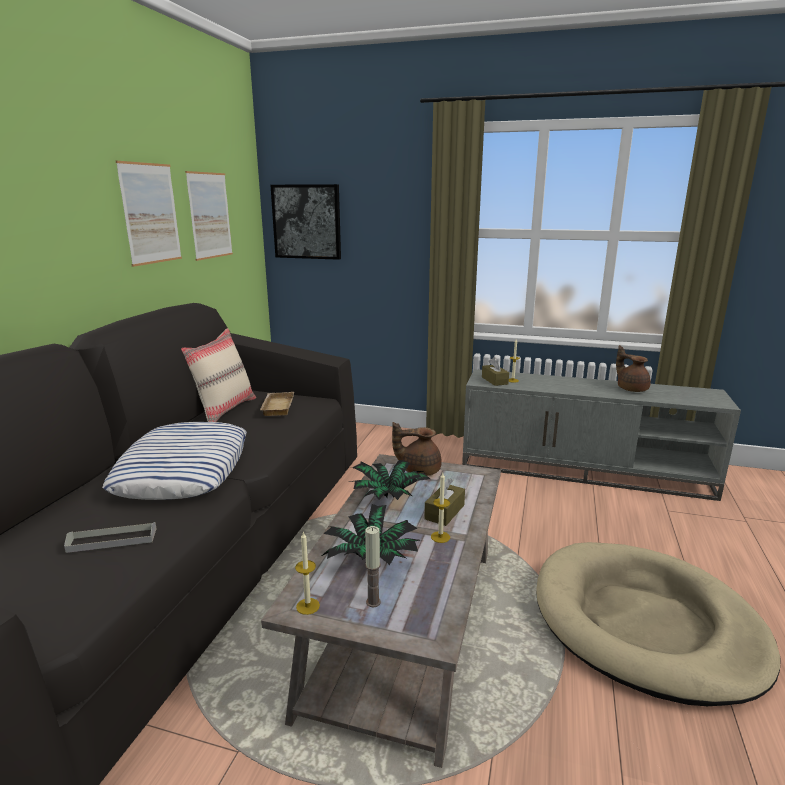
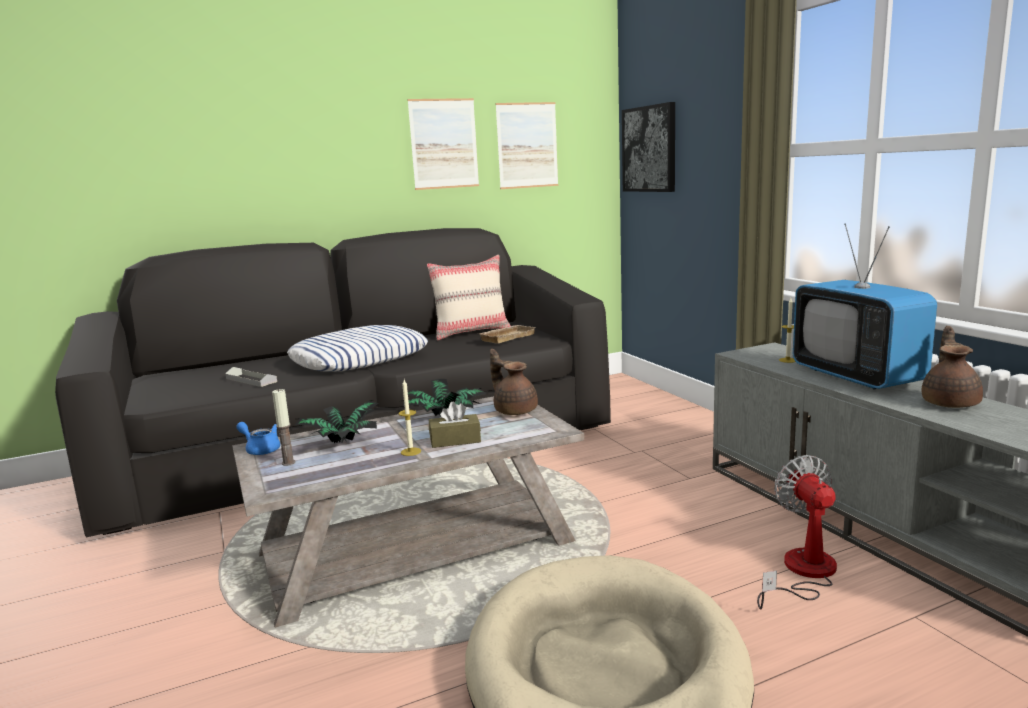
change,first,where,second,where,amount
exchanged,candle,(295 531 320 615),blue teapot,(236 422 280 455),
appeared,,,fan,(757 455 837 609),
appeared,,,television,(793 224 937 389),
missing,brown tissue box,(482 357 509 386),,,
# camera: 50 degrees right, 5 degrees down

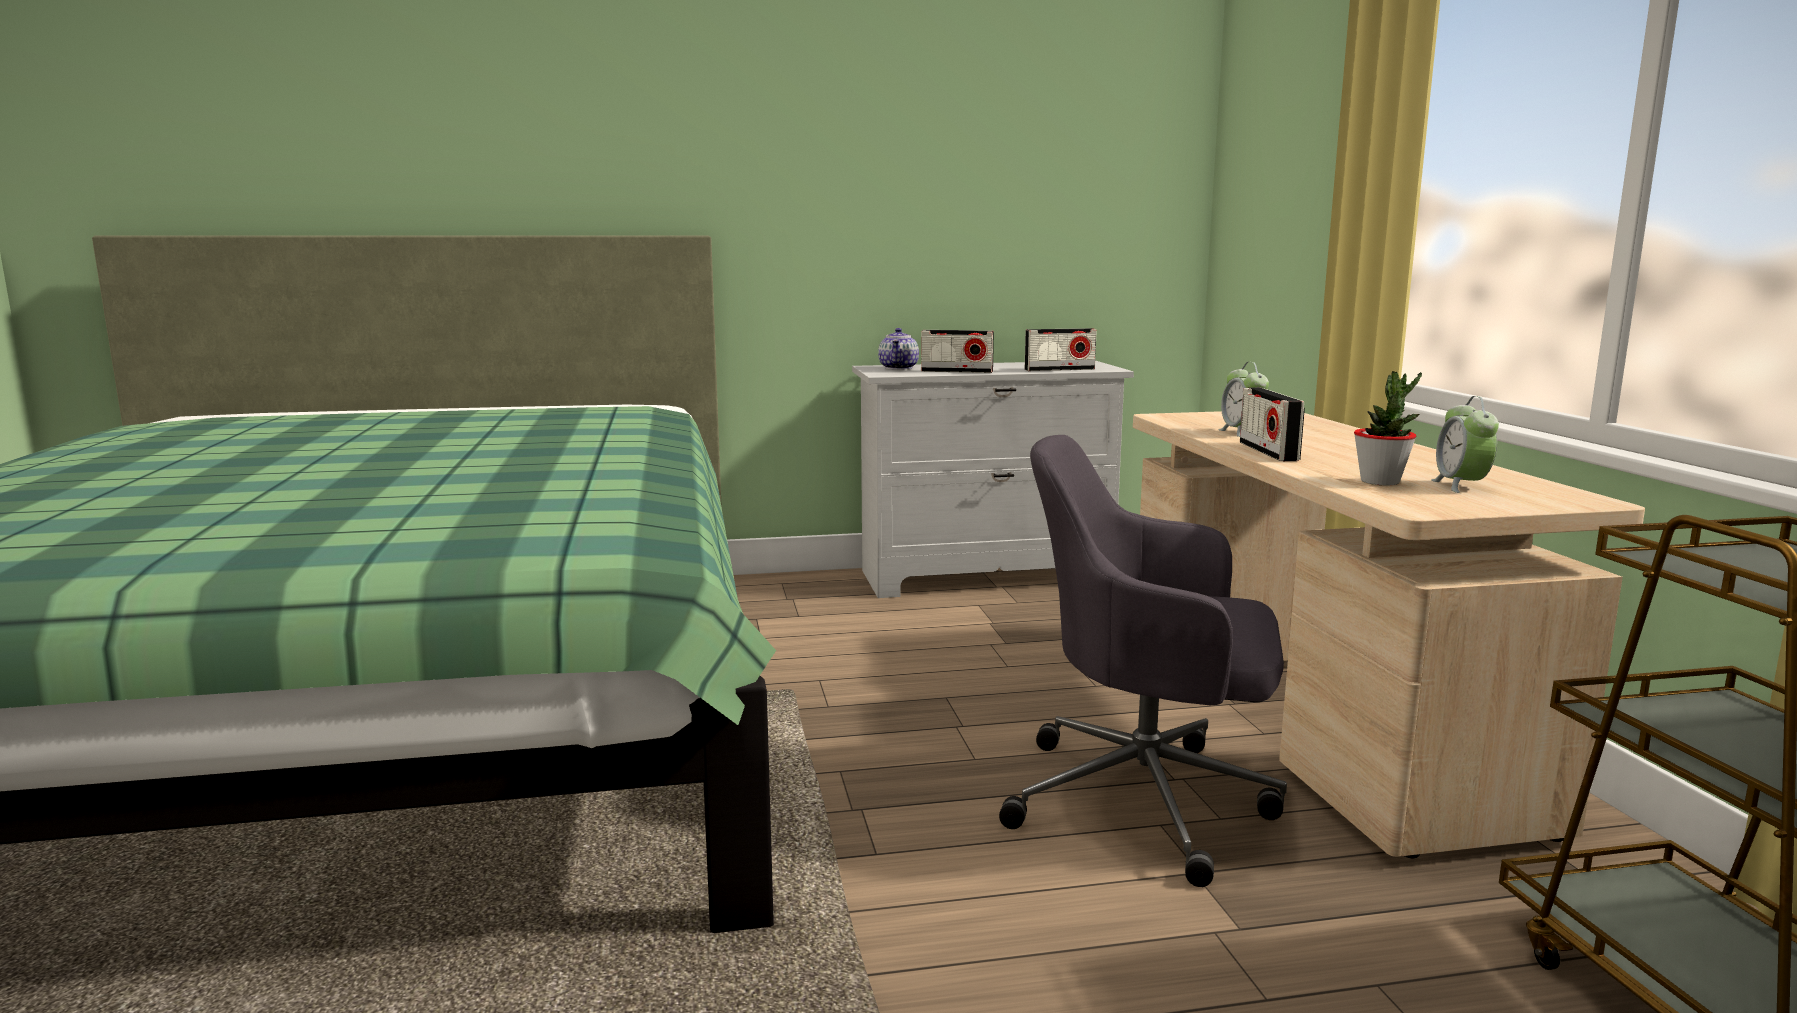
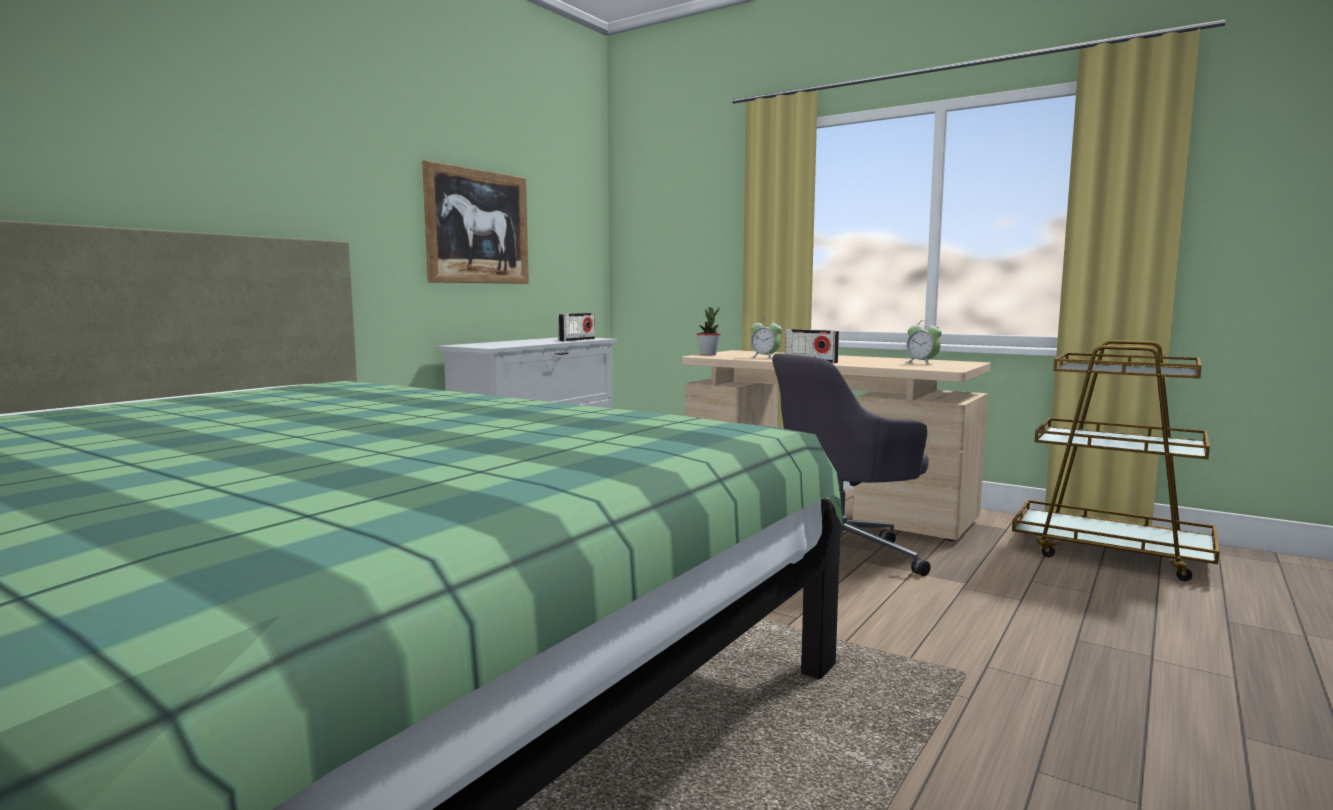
change,first,where,second,where,amount
appeared,,,picture,(422 160 529 284),
relocated,potted plant,(1354 371 1422 485),,(697 307 721 355),
missing,teapot,(878 328 919 370),,,
missing,radio,(921 330 994 373),,,
# camera: 45 degrees left, 5 degrees down

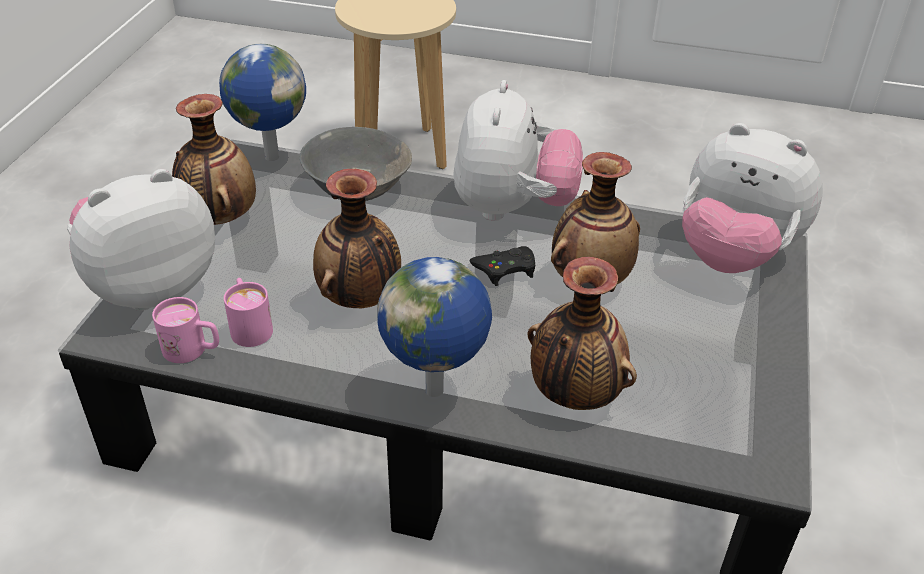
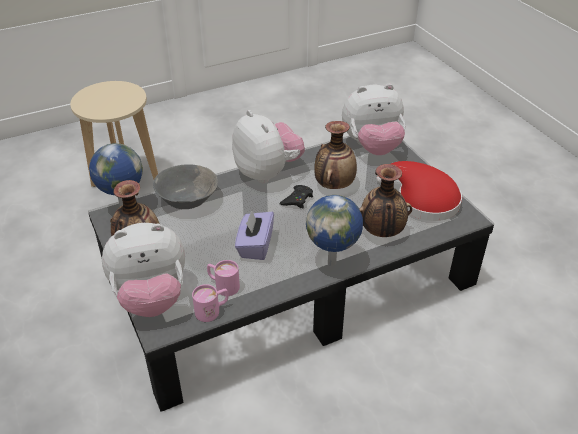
change,first,where,second,where,amount
spun,plush toy,(67 169 215 311),,(102 223 185 317),120 degrees counterclockwise
exchanged,vase,(313 169 401 308),purple tissue box,(235 210 274 260),
appeared,,,red hat,(376 161 462 221),
# camera: 40 degrees left, 0 degrees up

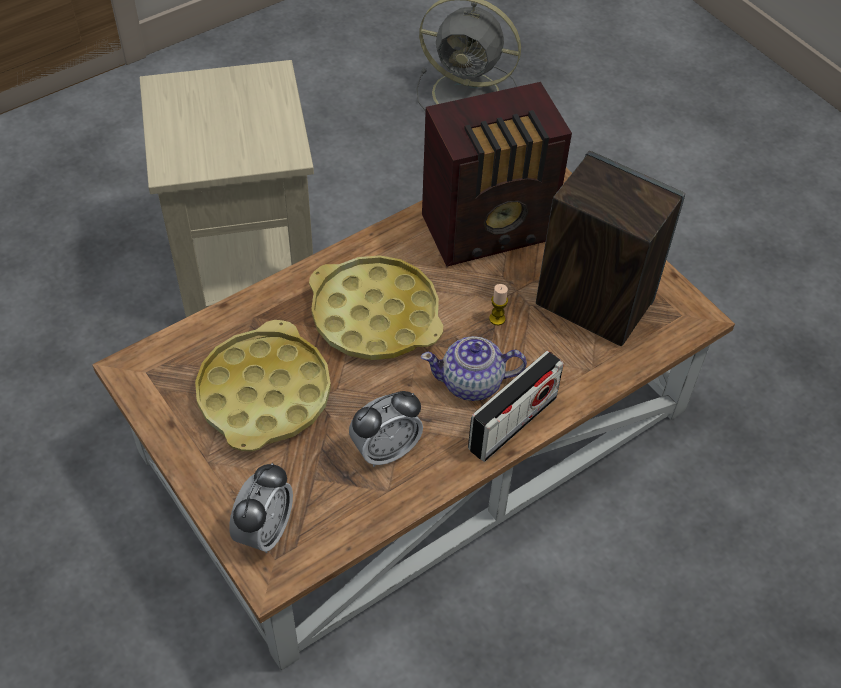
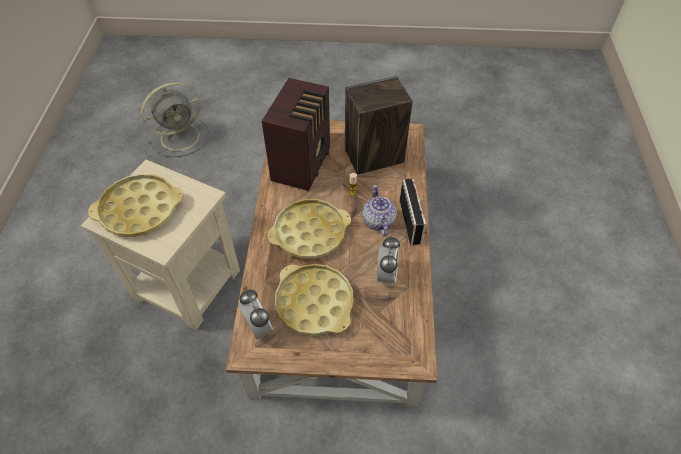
change,first,where,second,where,amount
appeared,,,yellow tray,(88 174 183 237),
relocated,alarm clock,(229 463 293 553),,(238 290 273 339),
spun,teapot,(421 336 527 401),,(362 185 397 237),135 degrees clockwise
# camera: 50 degrees left, 0 degrees up

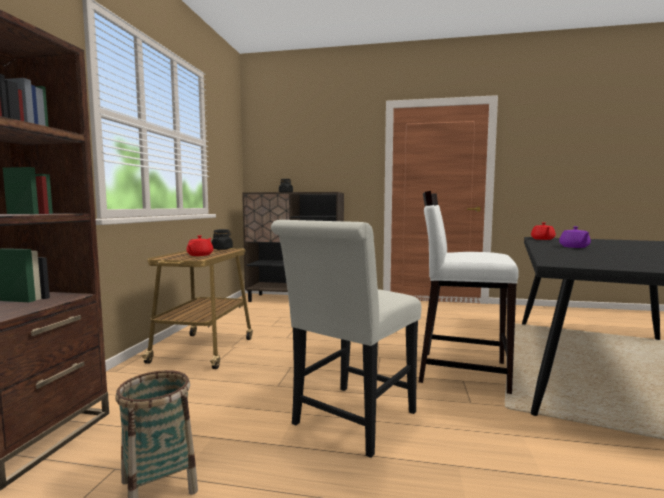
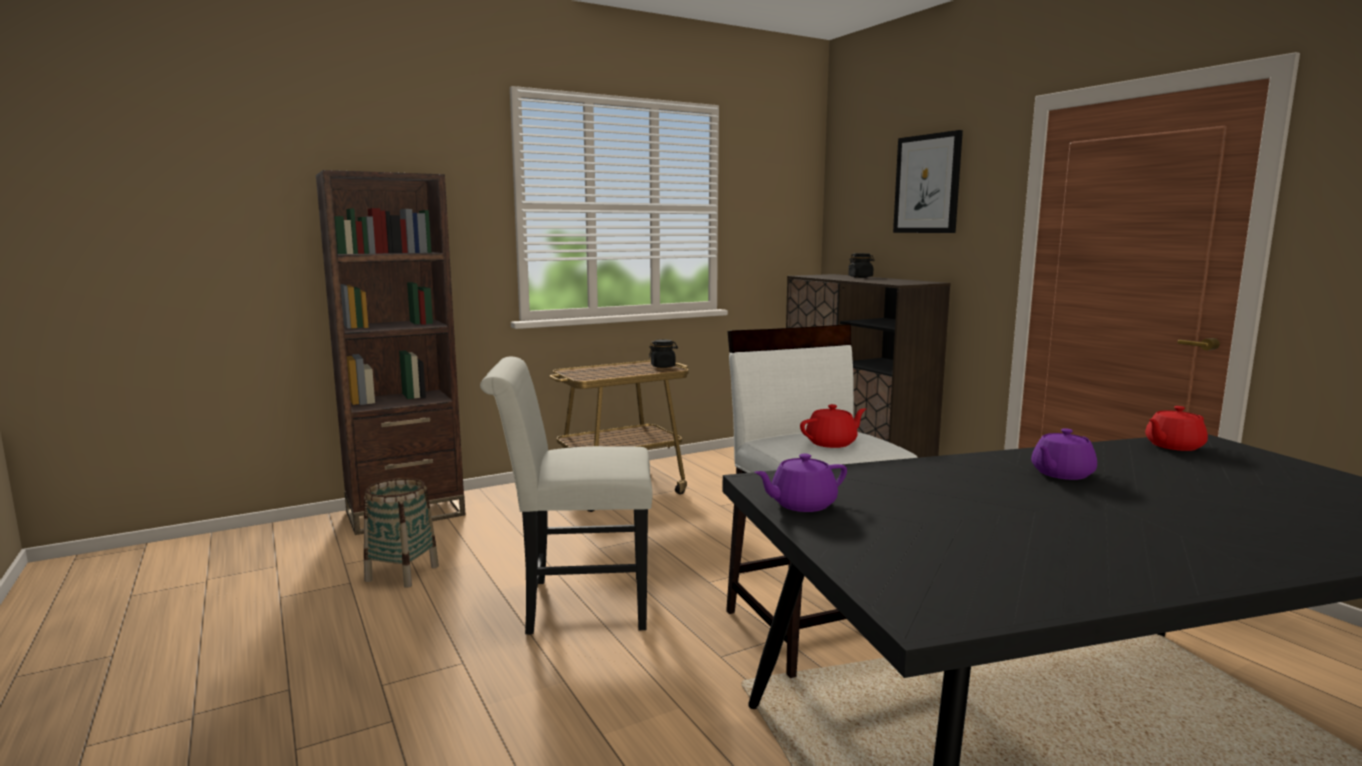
change,first,where,second,where,amount
appeared,,,purple teapot,(754 453 847 512),
relocated,red teapot,(187 235 213 256),,(800 404 866 448),
appeared,,,picture,(893 130 963 233),
# camera: 50 degrees right, 5 degrees up

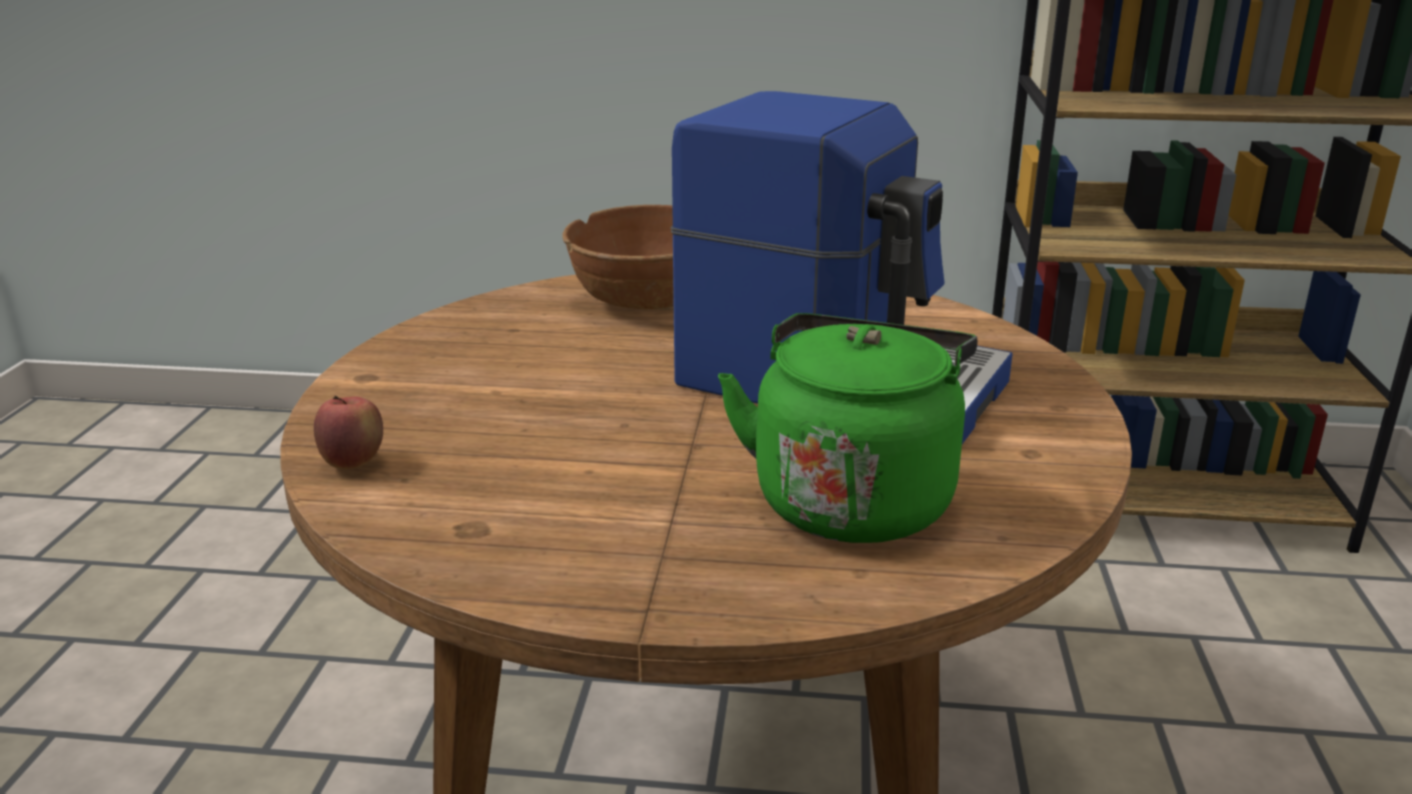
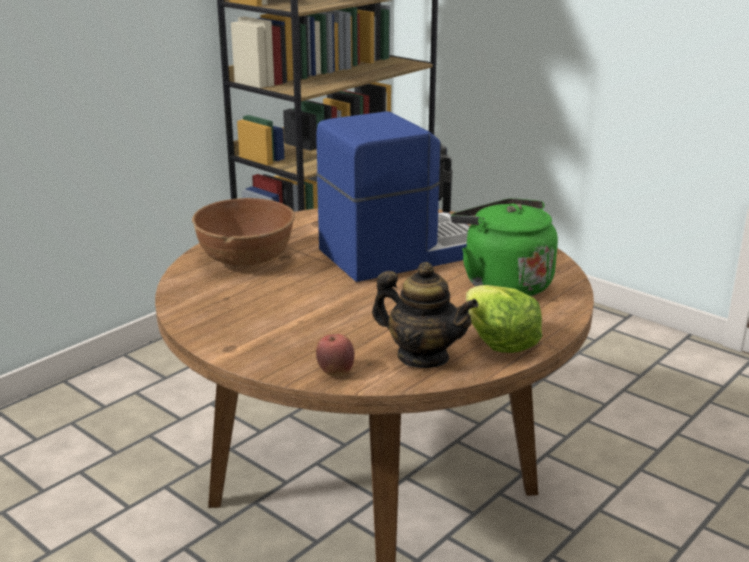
change,first,where,second,where,amount
appeared,,,teapot,(372 262 479 368),
appeared,,,lettuce,(466 285 542 353),
# camera: 55 degrees left, 0 degrees up

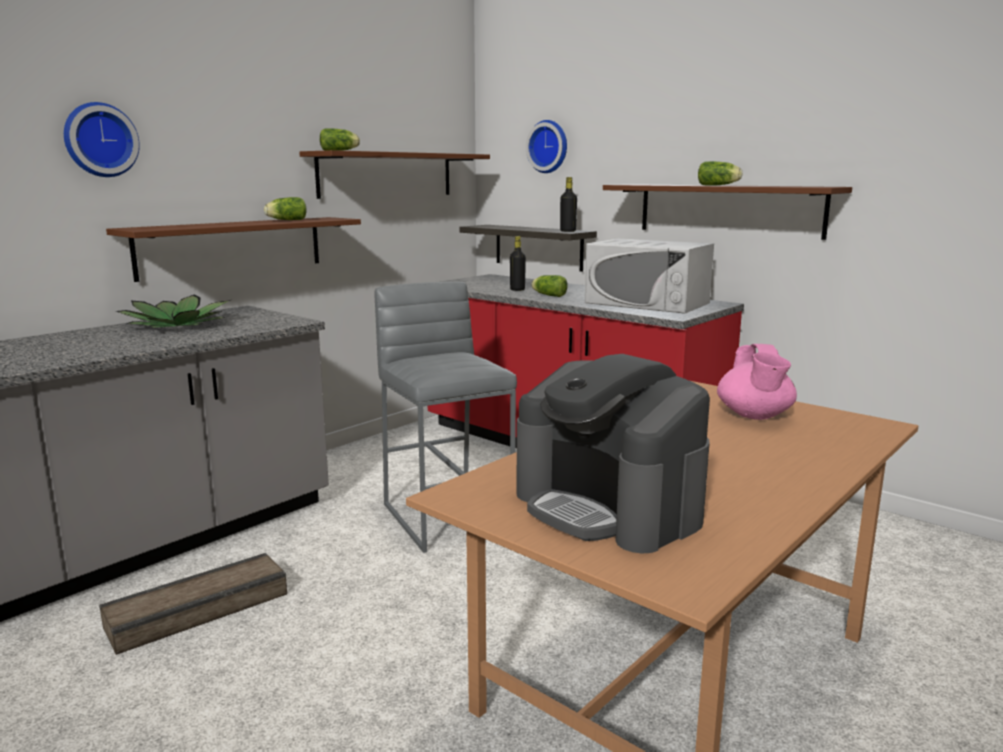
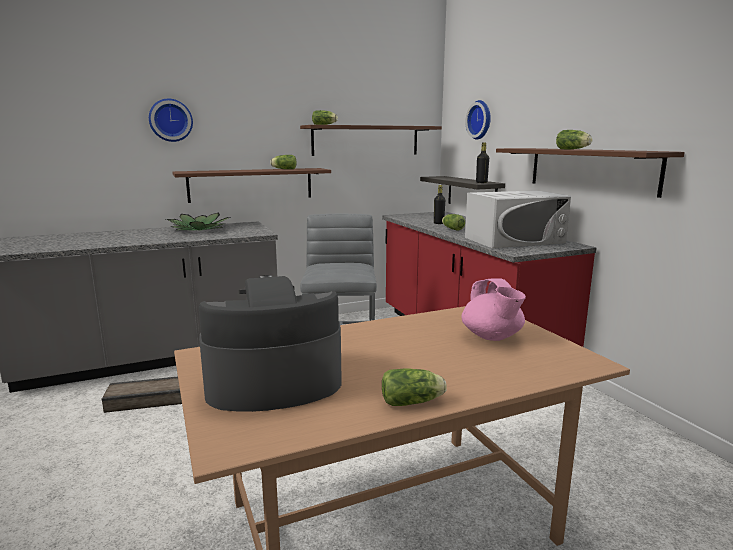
change,first,where,second,where,amount
spun,coffee machine,(516 354 710 553),,(199 275 342 412),90 degrees clockwise
appeared,,,lettuce,(382 368 447 406),
spun,pink teapot,(717 344 797 420),,(462 278 526 341),45 degrees counterclockwise
spun,white microwave,(585 238 714 314),,(465 190 571 248),75 degrees counterclockwise
# camera: 25 degrees right, 0 degrees up

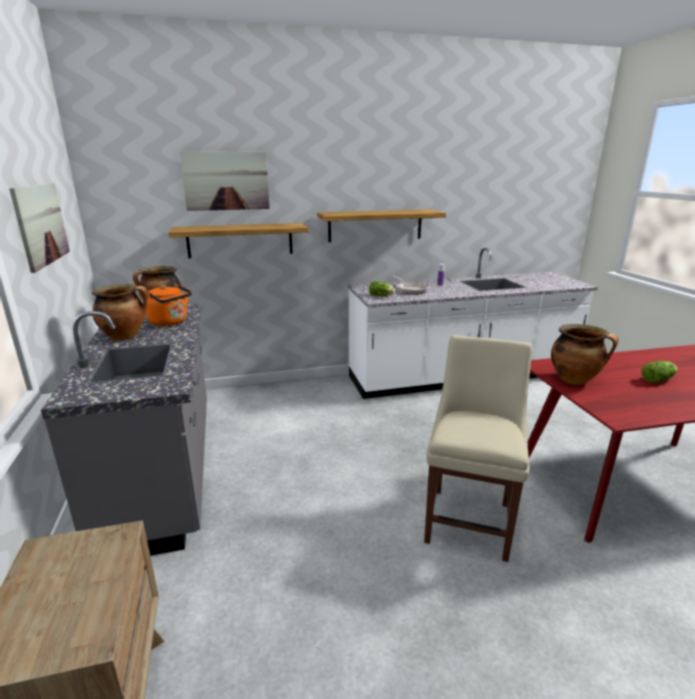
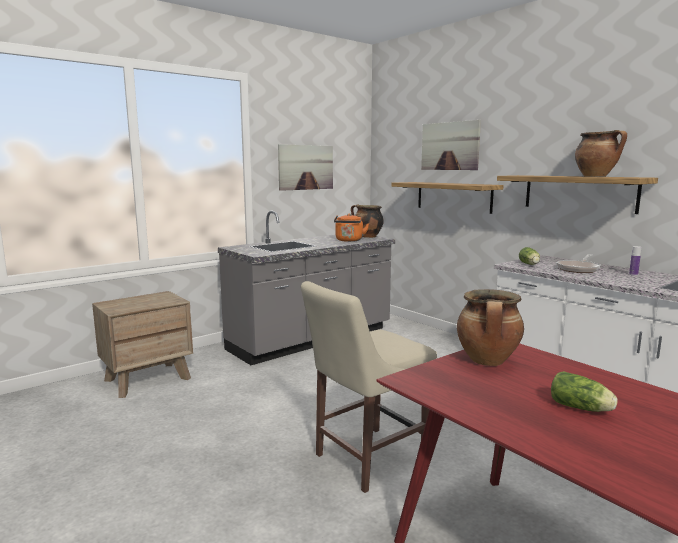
change,first,where,second,where,amount
spun,beige chair,(424 335 532 562),,(301 281 437 493),150 degrees clockwise
relocated,cooking pot,(92 284 148 341),,(575 130 627 177),
# camera: 65 degrees right, 10 degrees down

